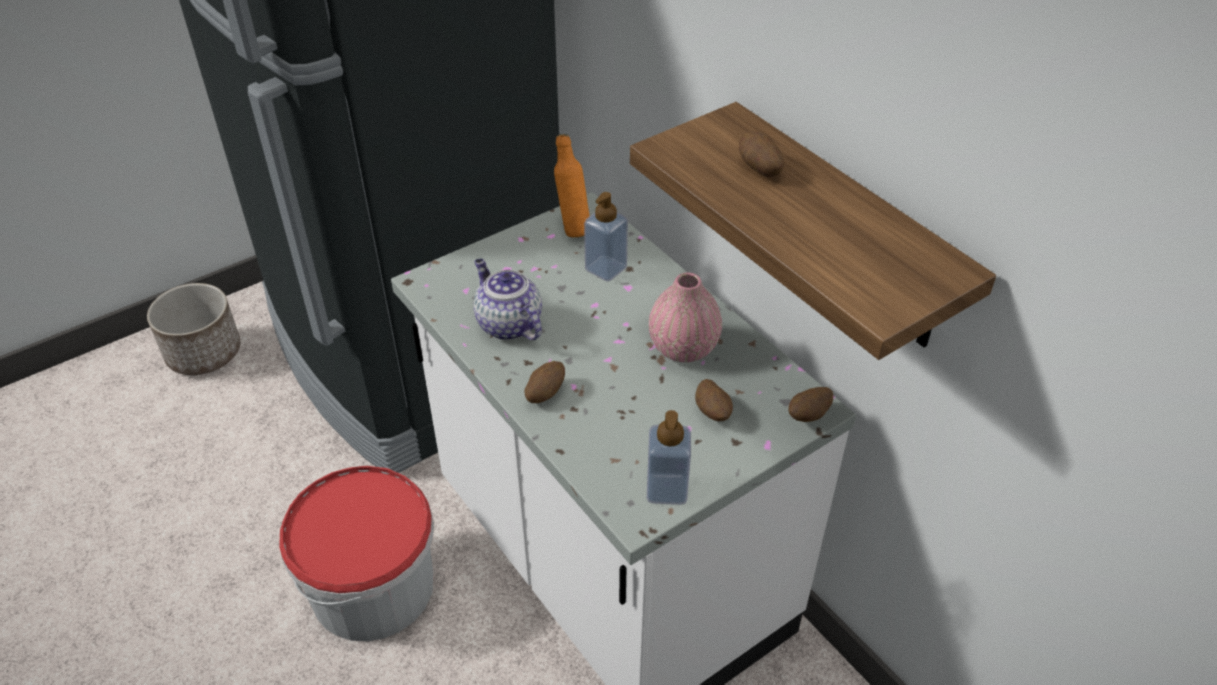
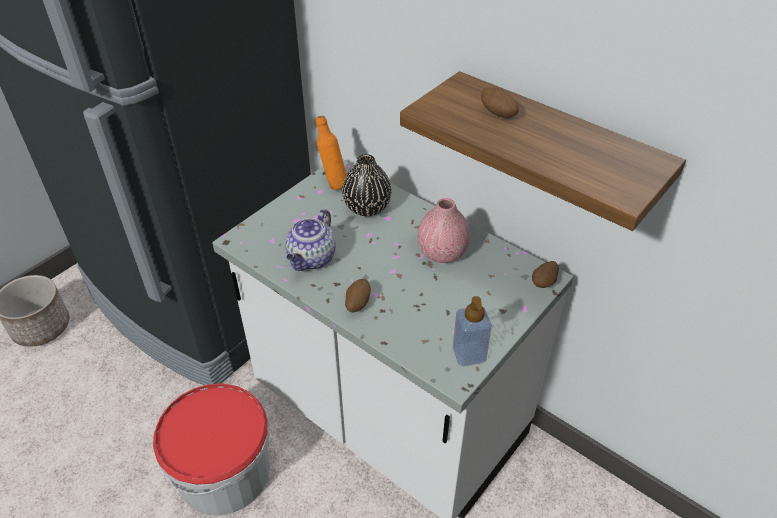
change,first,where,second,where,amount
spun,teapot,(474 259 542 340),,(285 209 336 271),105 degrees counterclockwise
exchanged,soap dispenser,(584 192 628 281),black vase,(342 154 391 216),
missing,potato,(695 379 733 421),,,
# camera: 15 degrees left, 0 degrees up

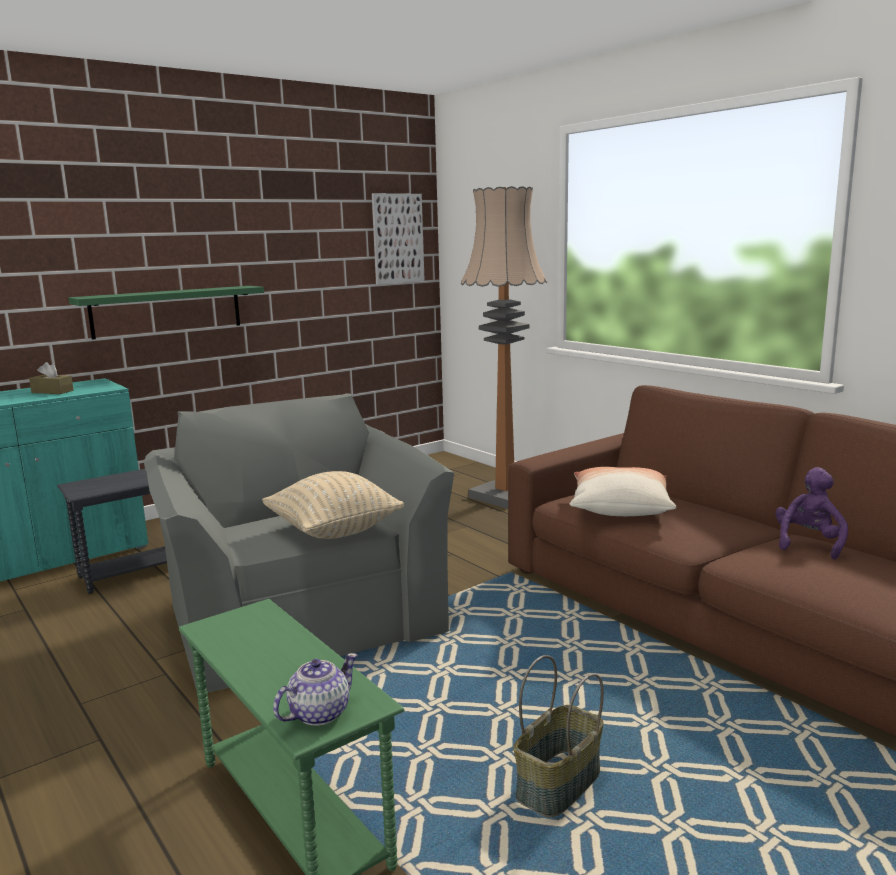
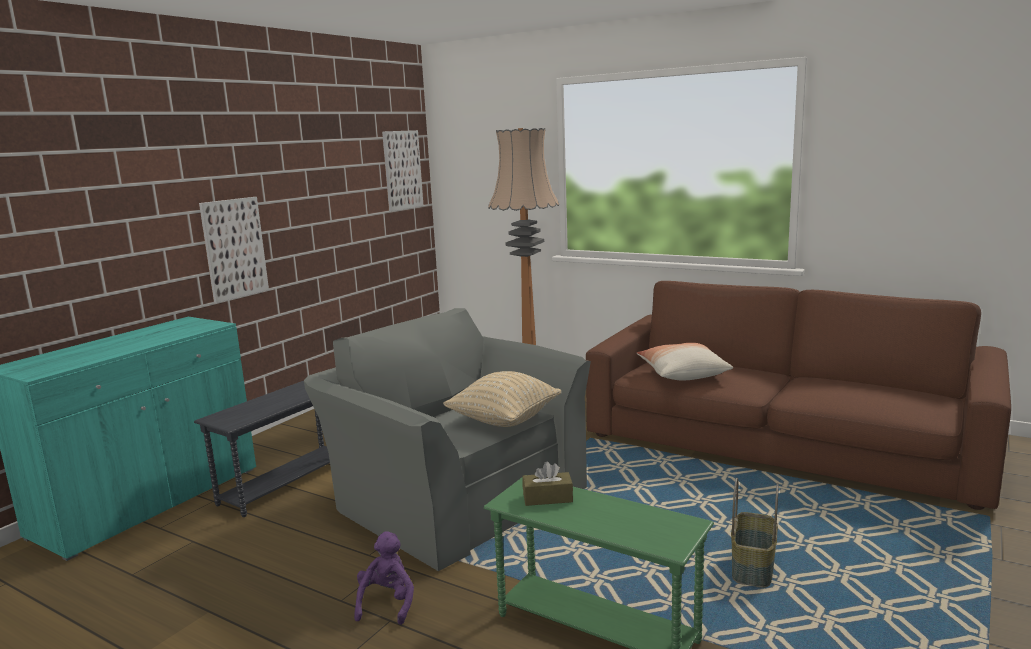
change,first,where,second,where,amount
exchanged,green shelf,(69 286 264 340),picture,(199 197 269 303),
relocated,purple plush toy,(775 467 848 559),,(354 532 414 625),
relocated,brown tissue box,(29 362 74 394),,(522 462 573 506),
missing,teapot,(273 653 358 726),,,
# camera: 20 degrees left, 0 degrees up

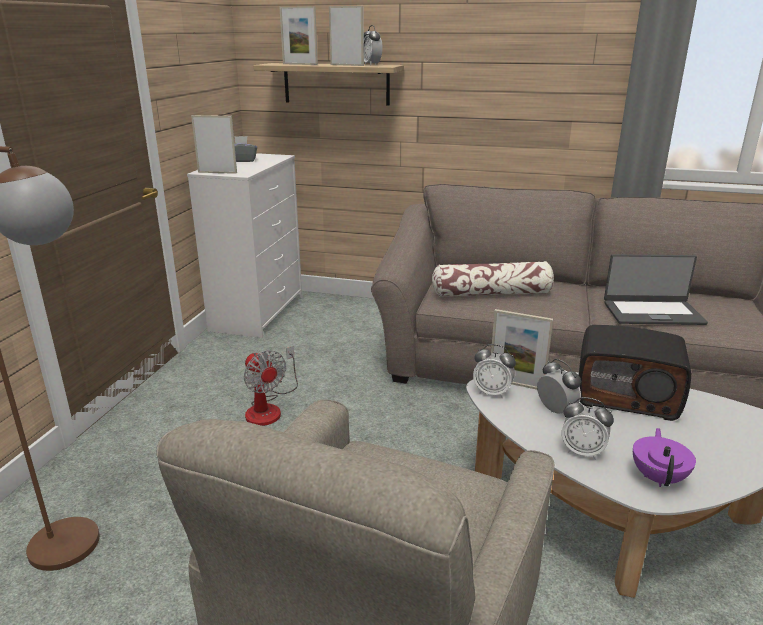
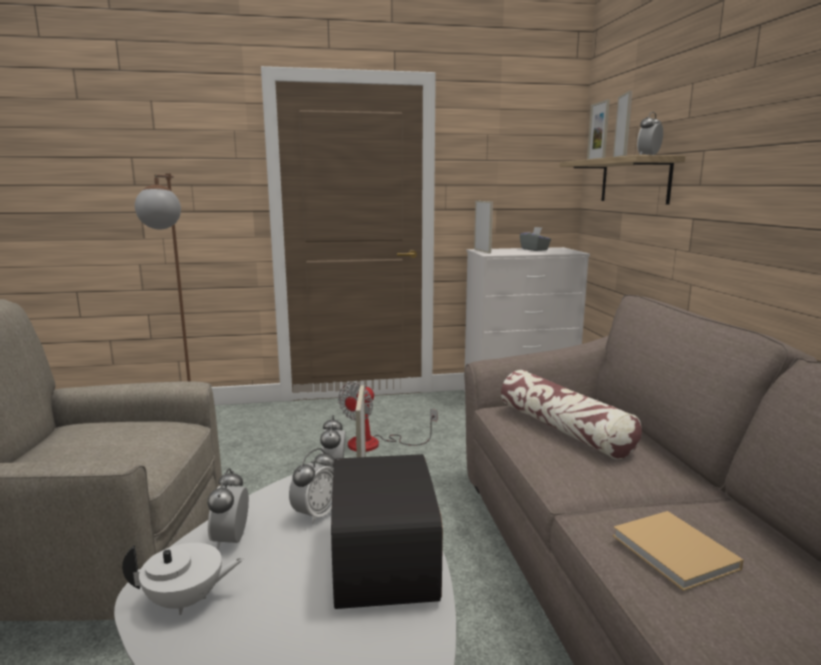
change,first,where,second,where,amount
colour,purple teapot,(633 428 696 487),white teapot,(122 543 244 615),
exchanged,laptop,(604 254 708 325),beige book,(613 511 744 591),
# camera: 65 degrees right, 10 degrees down

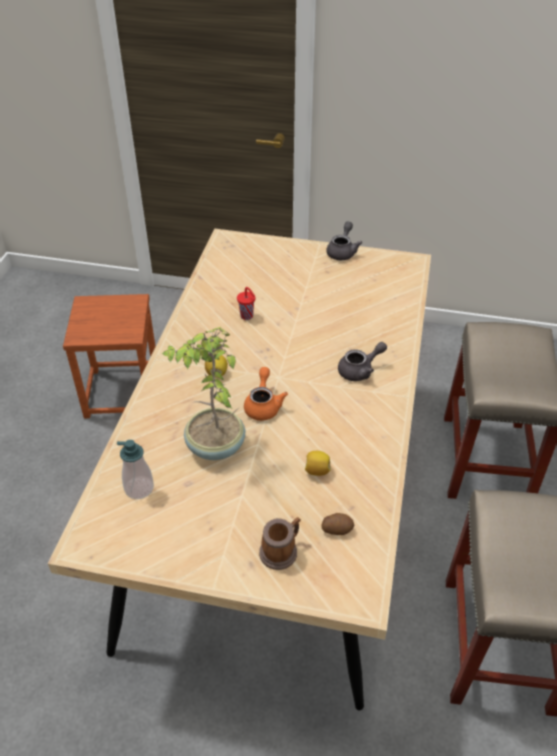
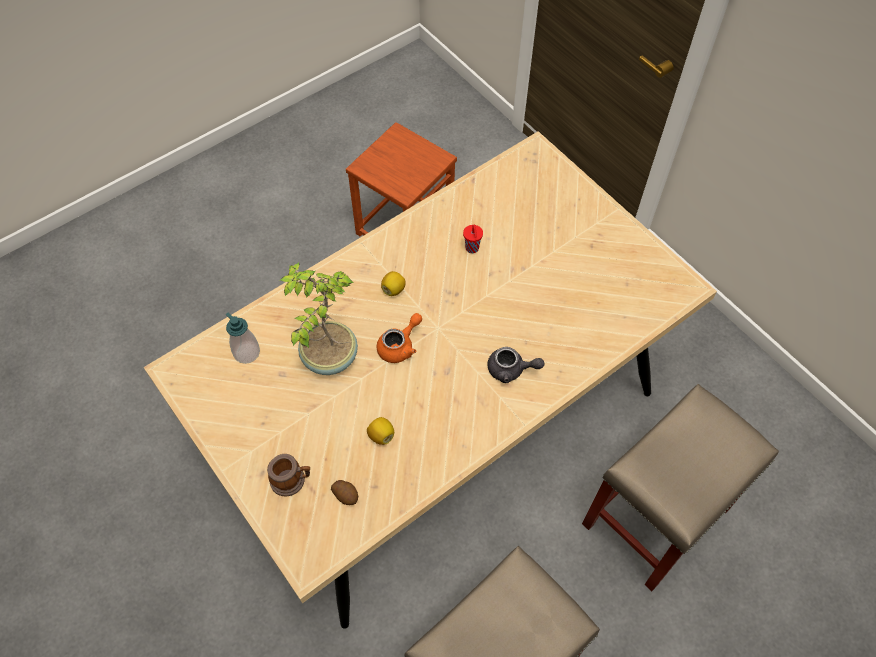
change,first,where,second,where,amount
missing,grey teapot,(326 222 362 260),,,
# camera: 40 degrees right, 15 degrees up

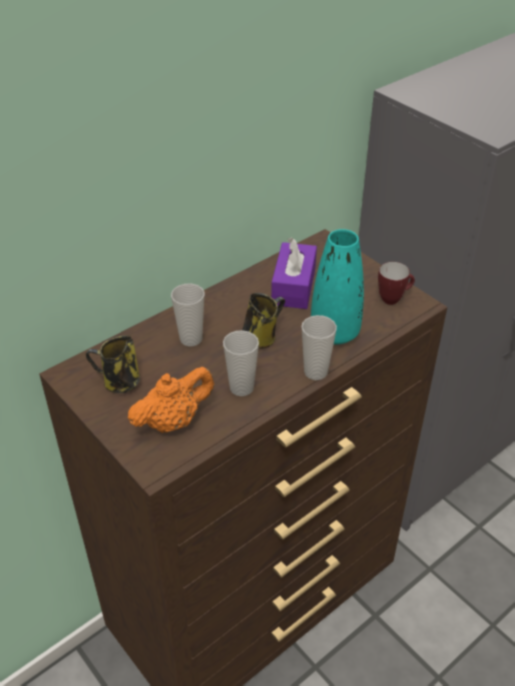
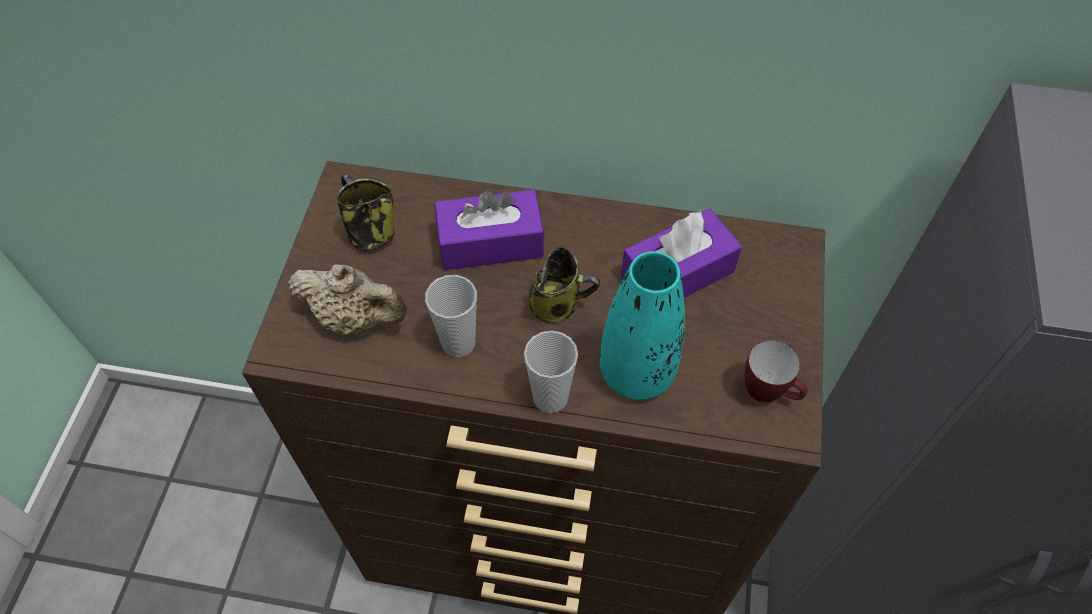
change,first,where,second,where,amount
colour,orange teapot,(128 367 214 433),beige teapot,(288 264 407 336),
exchanged,cup,(171 284 204 346),purple tissue box,(435 190 544 270),
# camera: 50 degrees right, 15 degrees up

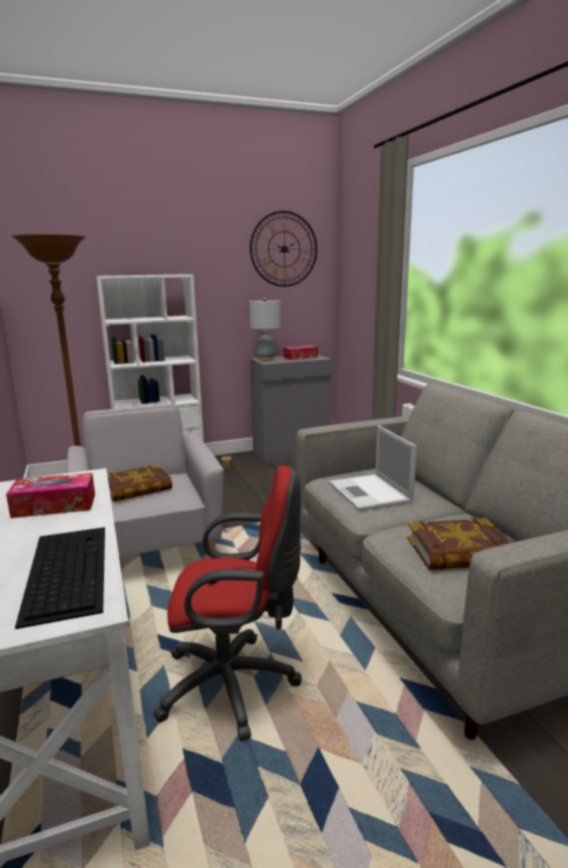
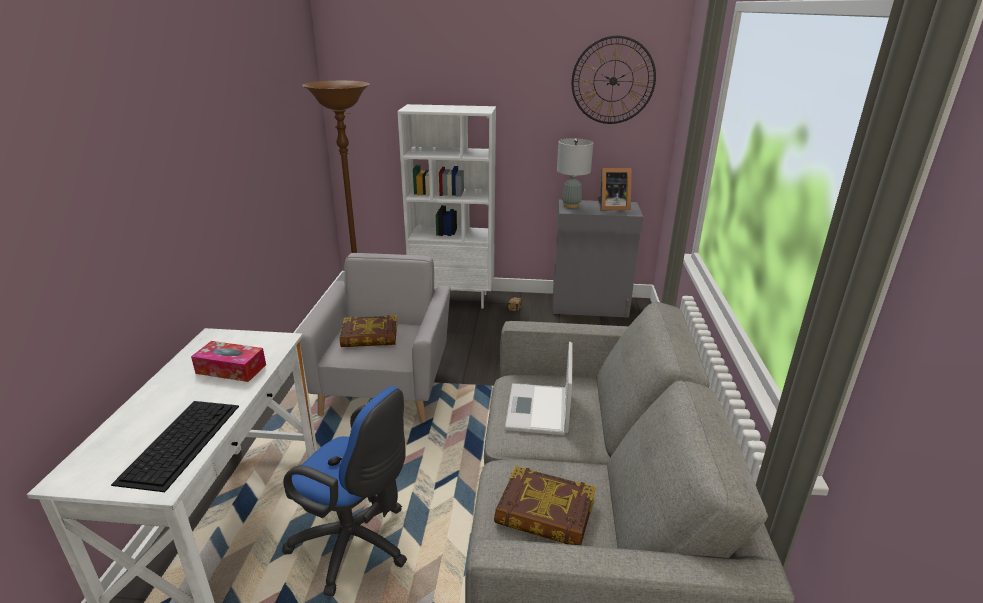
change,first,where,second,where,amount
colour,red office chair,(153 466 301 741),blue office chair,(282 386 407 596),
exchanged,tissue box,(283 345 318 360),picture frame,(598 168 632 210),
# camera: 25 degrees right, 10 degrees up

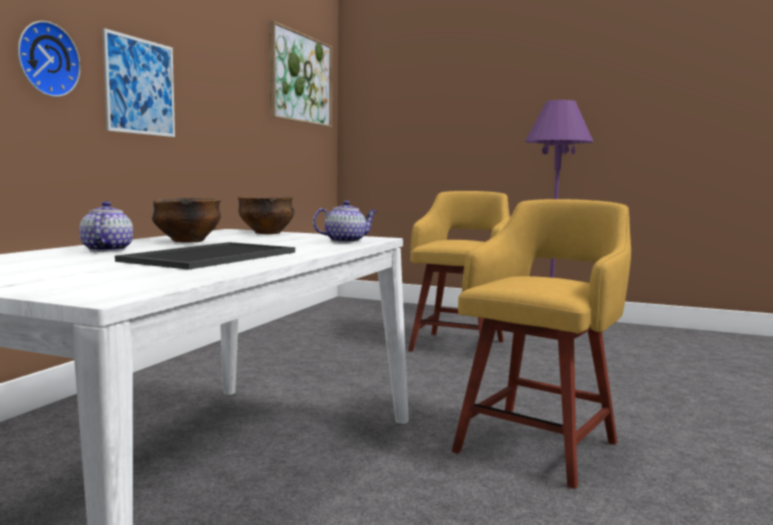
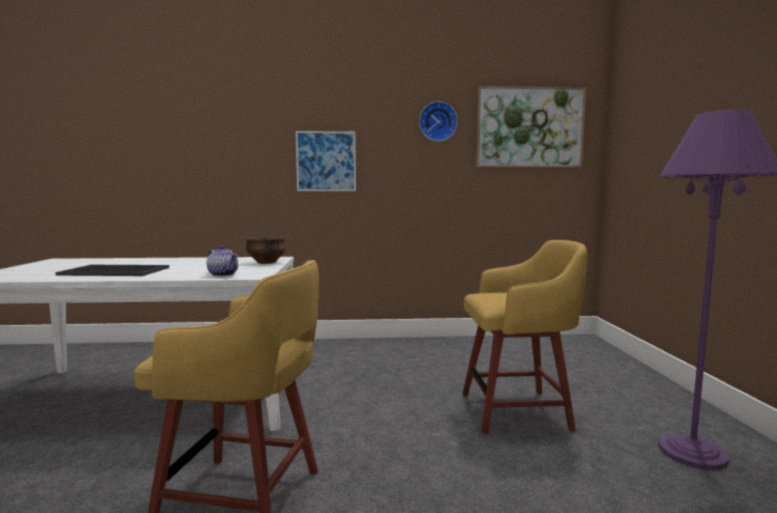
change,first,where,second,where,amount
relocated,wall clock,(18 21 81 97),,(419 101 458 141),
missing,teapot,(79 201 133 252),,,
missing,bowl,(152 198 221 243),,,
# camera: 65 degrees right, 0 degrees up

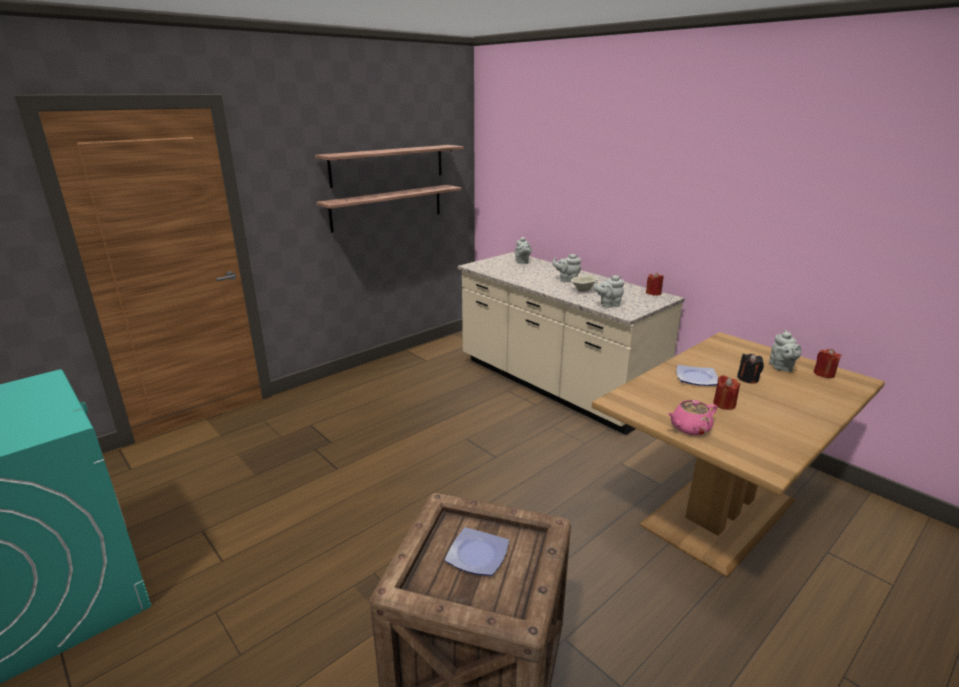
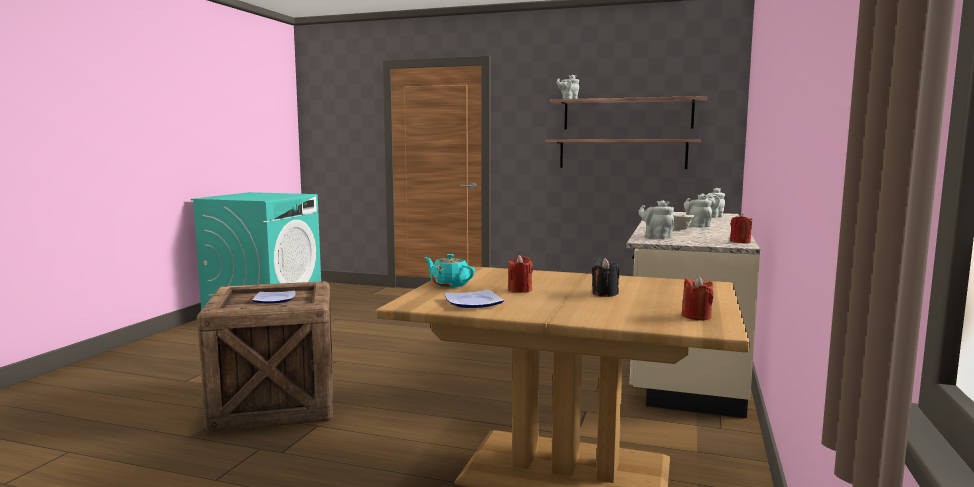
change,first,where,second,where,amount
colour,pink teapot,(668 400 717 435),turquoise teapot,(424 254 475 288),
relocated,plate,(676 365 718 386),,(445 290 504 308),
relocated,grey teapot,(769 330 802 372),,(557 75 579 99),
# camera: 60 degrees right, 15 degrees down

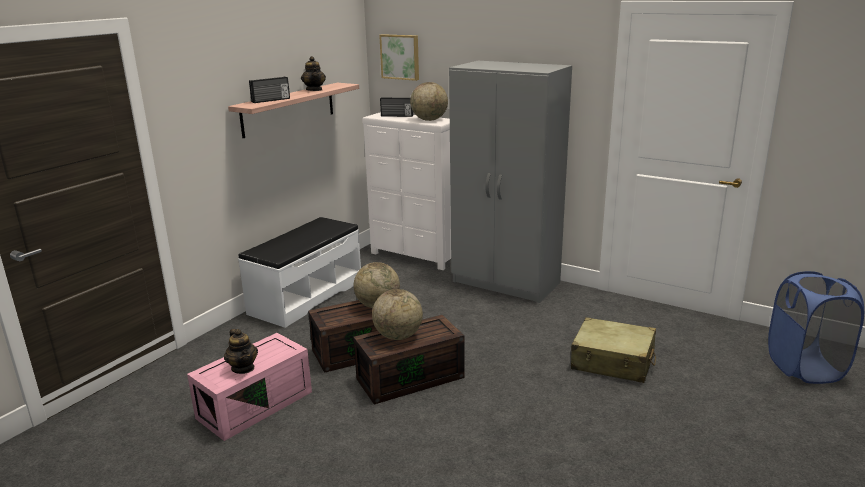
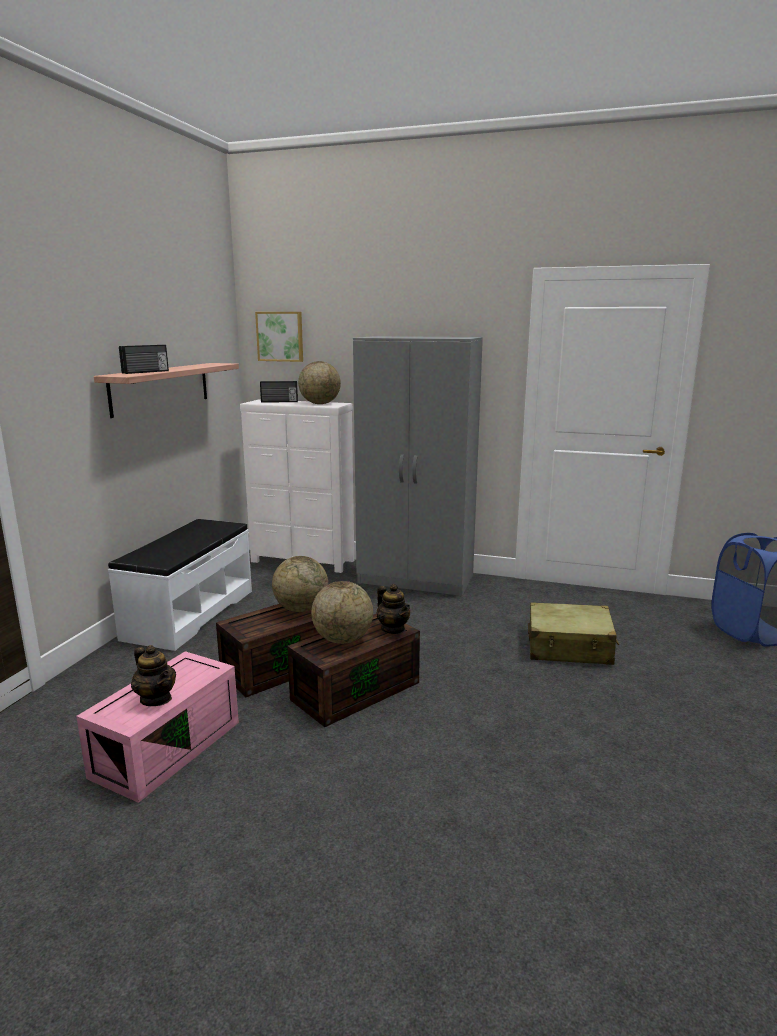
change,first,where,second,where,amount
relocated,teapot,(301 56 326 91),,(377 584 410 634),
# camera: 15 degrees left, 5 degrees down

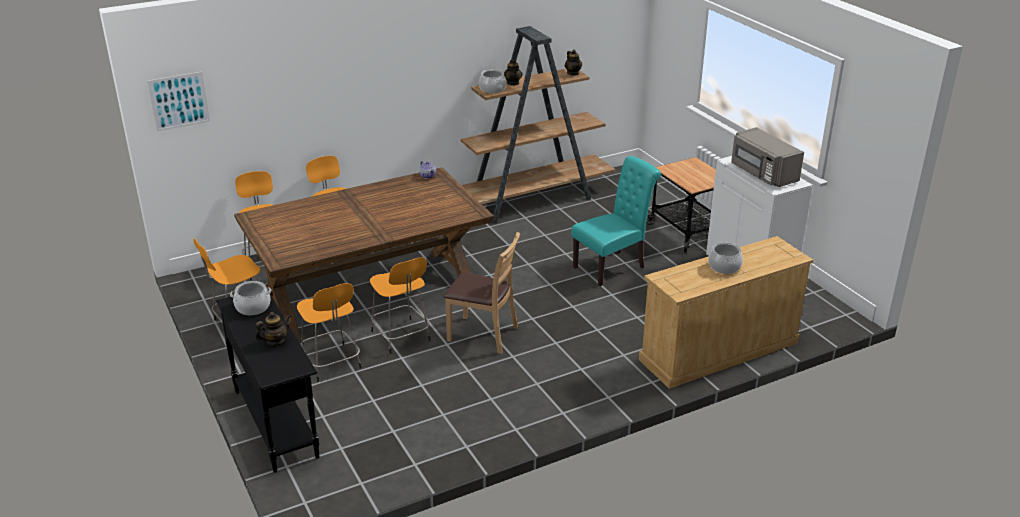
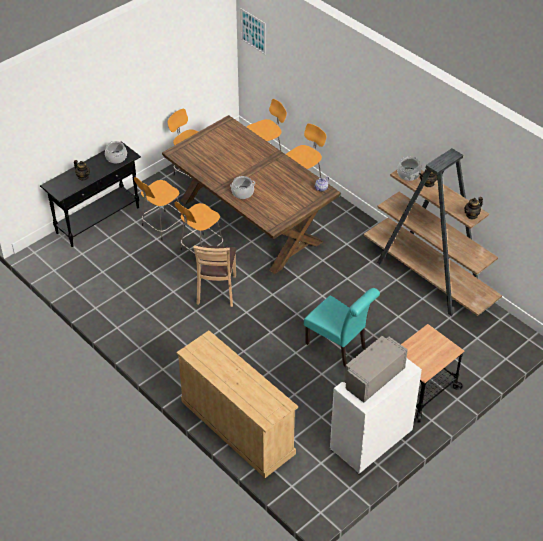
change,first,where,second,where,amount
relocated,cooking pot,(708 242 743 274),,(230 176 255 199),
# camera: 75 degrees right, 15 degrees up

